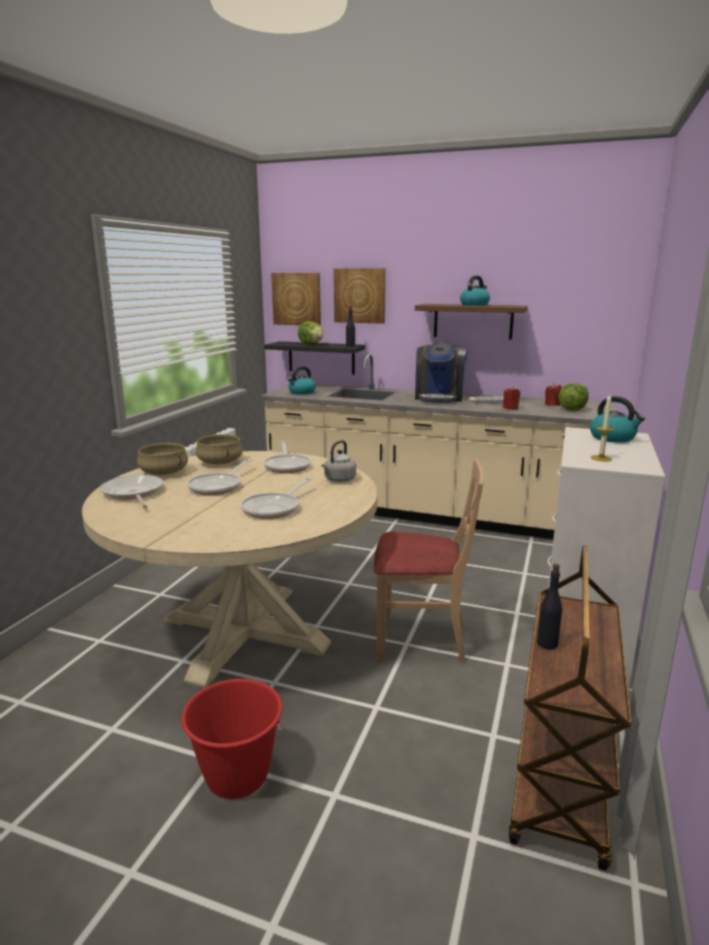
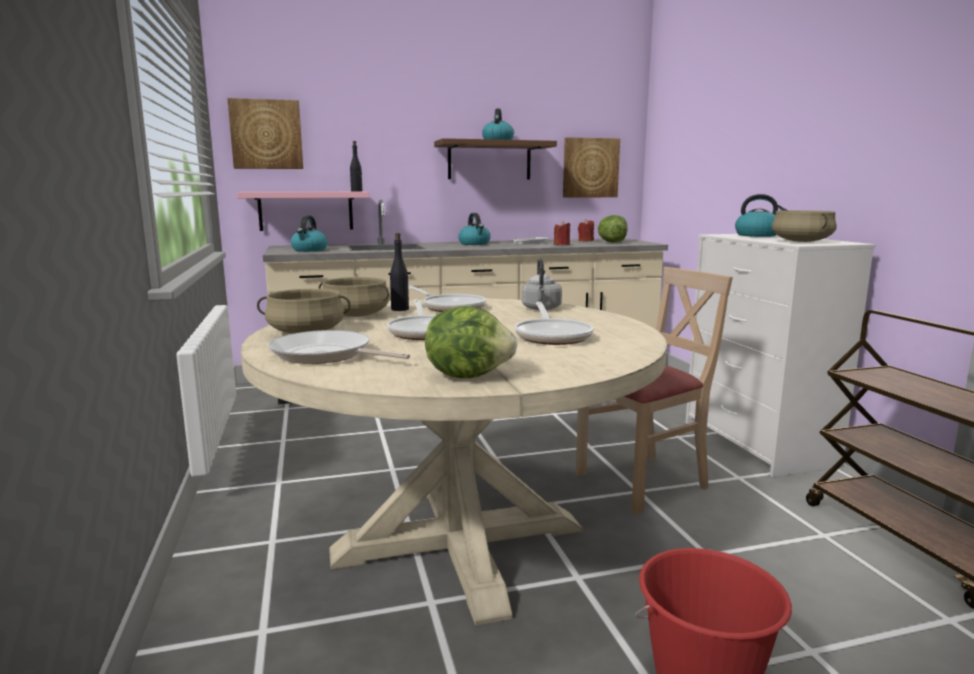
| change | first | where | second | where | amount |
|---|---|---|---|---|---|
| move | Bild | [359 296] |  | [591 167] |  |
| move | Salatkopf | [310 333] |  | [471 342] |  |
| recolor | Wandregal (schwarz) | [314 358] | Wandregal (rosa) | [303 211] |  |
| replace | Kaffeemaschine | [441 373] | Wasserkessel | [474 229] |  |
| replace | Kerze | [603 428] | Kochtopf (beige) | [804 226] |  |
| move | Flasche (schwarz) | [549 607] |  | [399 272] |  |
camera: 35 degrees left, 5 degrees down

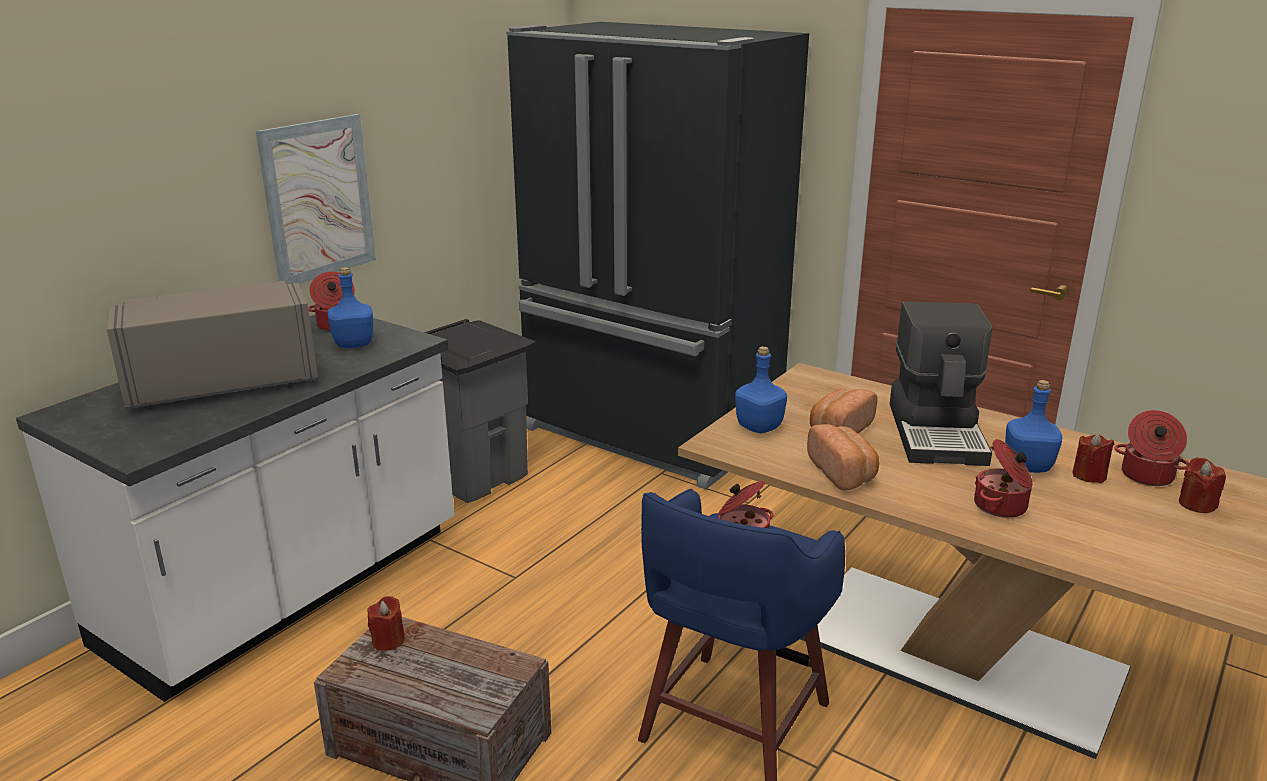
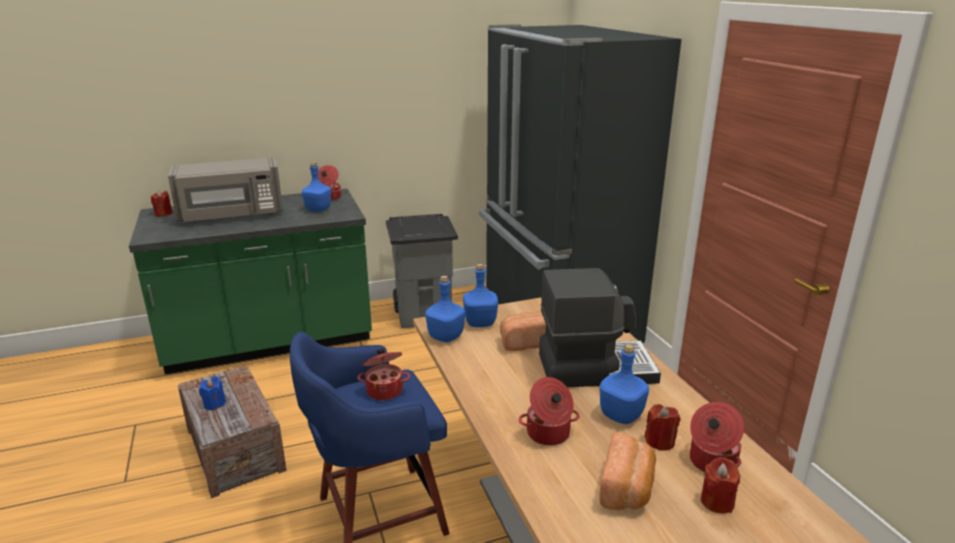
| change | first | where | second | where | amount |
|---|---|---|---|---|---|
| delete | Bild | [316 199] |  |  |  |
| rotate | Mikrowelle (grau) | [212 345] |  | [225 189] | 150 degrees clockwise |
| rotate | Kaffeemaschine | [941 383] |  | [600 327] | 135 degrees counterclockwise |
| recolor | Küchenzeile (weiß) | [235 508] | Küchenzeile (grün) | [250 282] |  |
| move | Brot | [843 457] |  | [627 471] |  |
| move | Kerze (rot) | [386 623] |  | [162 204] |  |
| insert |  |  | Flasche (blau) | [445 309] |  |
| insert |  |  | Kerze (blau) | [212 393] |  |
camera: 35 degrees right, 0 degrees up

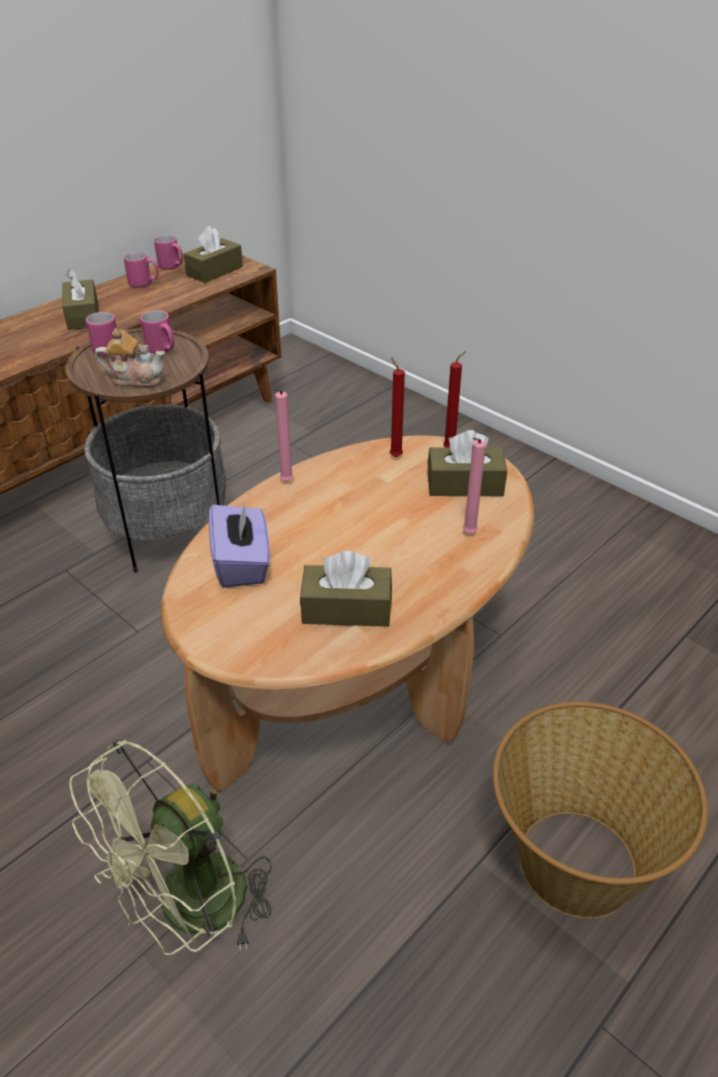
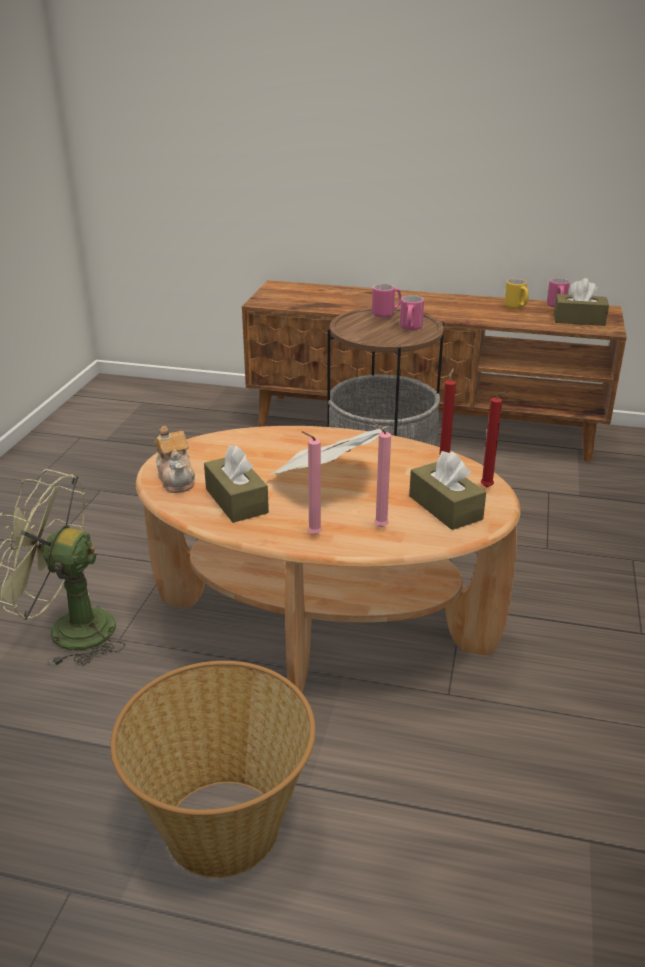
| change | first | where | second | where | amount |
|---|---|---|---|---|---|
| recolor | Henkelbecher (rosa) | [141 270] | Henkelbecher (gelb) | [516 294] |  |
| delete | Taschentuchbox (braun) | [80 299] |  |  |  |
| move | Teekanne | [130 357] |  | [174 459] |  |
| move | Kerze (rosa) | [284 435] |  | [312 483] |  |
| delete | Taschentuchbox (lila) | [239 544] |  |  |  |
| insert |  |  | Zeitung | [328 450] |  |
camera: 60 degrees right, 10 degrees down

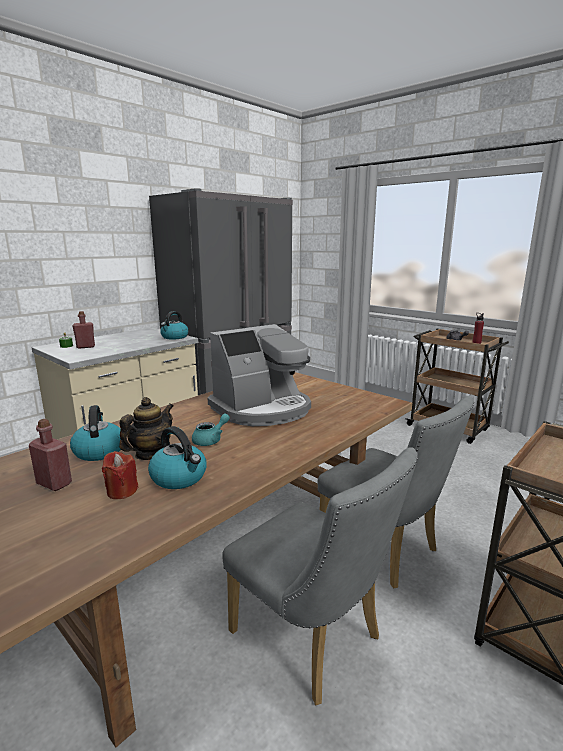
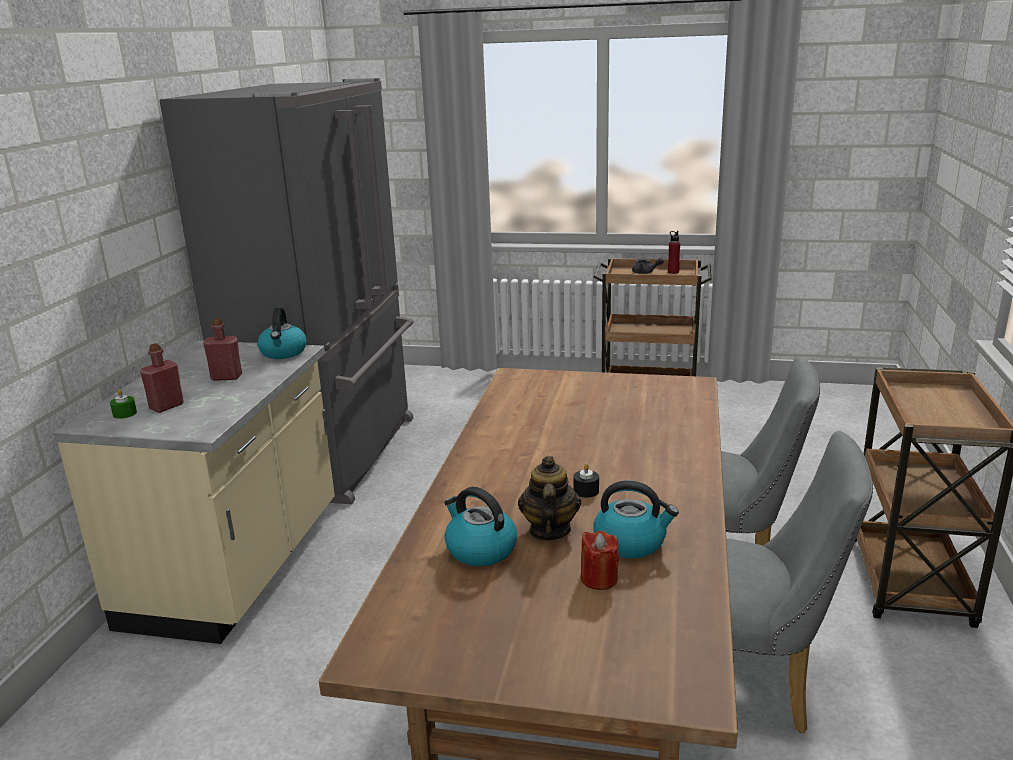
| change | first | where | second | where | amount |
|---|---|---|---|---|---|
| delete | Kaffeemaschine | [259 375] |  |  |  |
| replace | Teekanne (türkis) | [211 430] | Kerze (schwarz) | [586 481] |  |
| move | Flasche (rot) | [50 455] |  | [222 349] |  |
camera: 30 degrees left, 5 degrees up

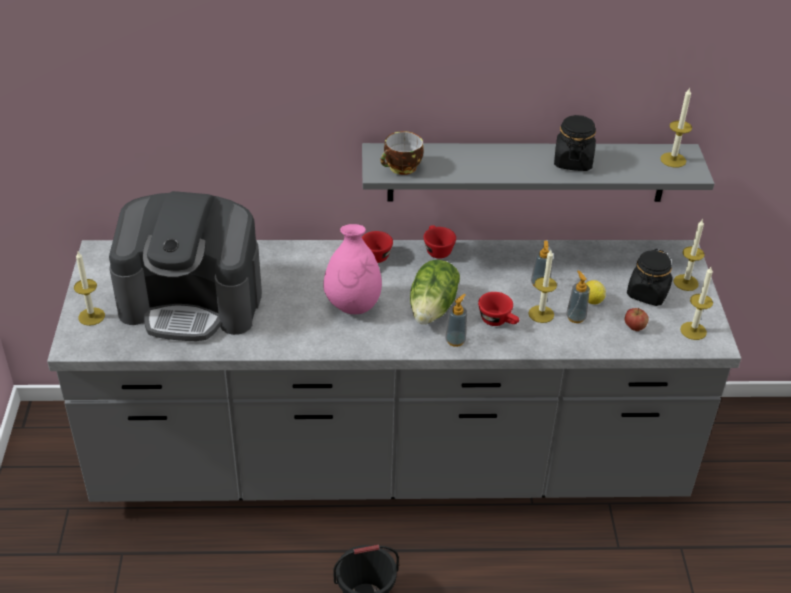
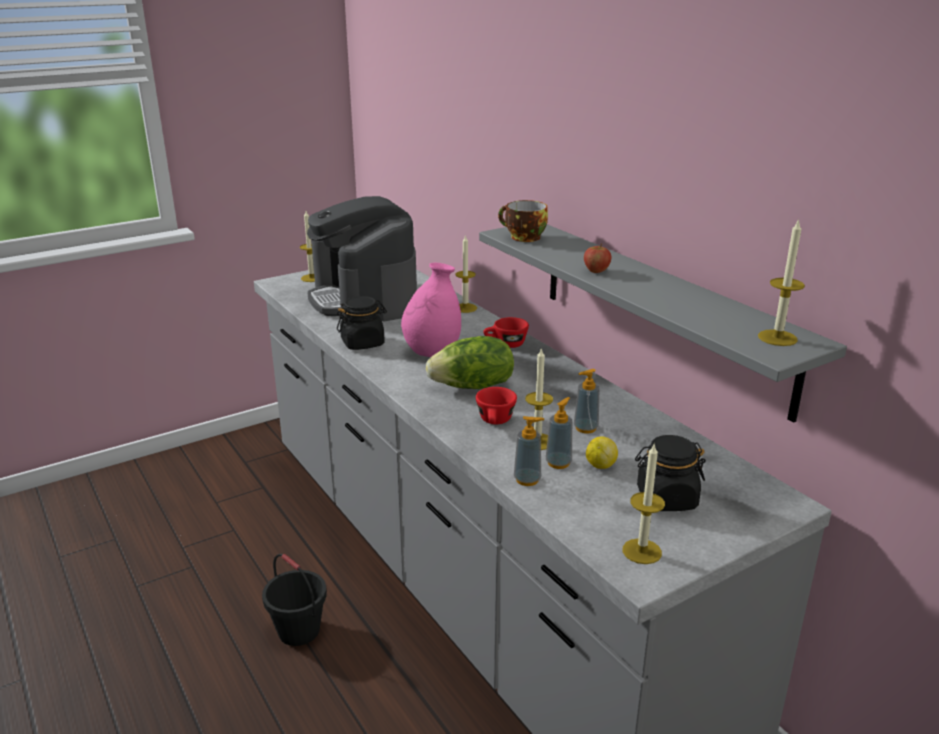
| change | first | where | second | where | amount |
|---|---|---|---|---|---|
| move | Vorratsglas (schwarz) | [575 143] |  | [362 323] |  |
| move | Kerze | [689 254] |  | [466 274] |  |
| delete | Tasse (rot) | [440 242] |  |  |  |
| move | Seifenspender | [456 320] |  | [529 451] |  |
| move | Apfel | [637 319] |  | [597 258] |  |
camera: 60 degrees right, 15 degrees down

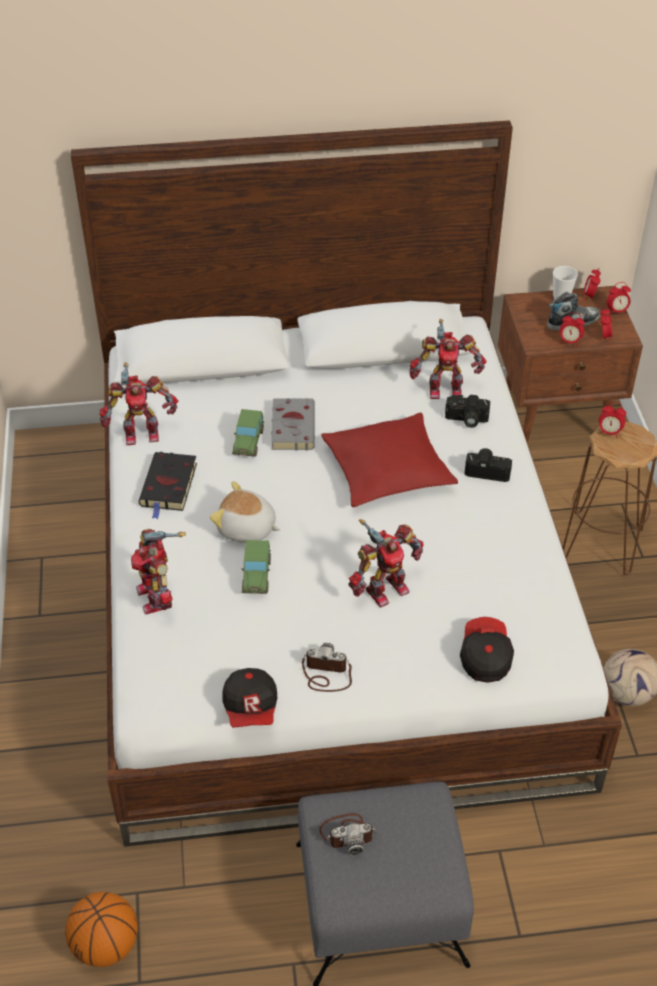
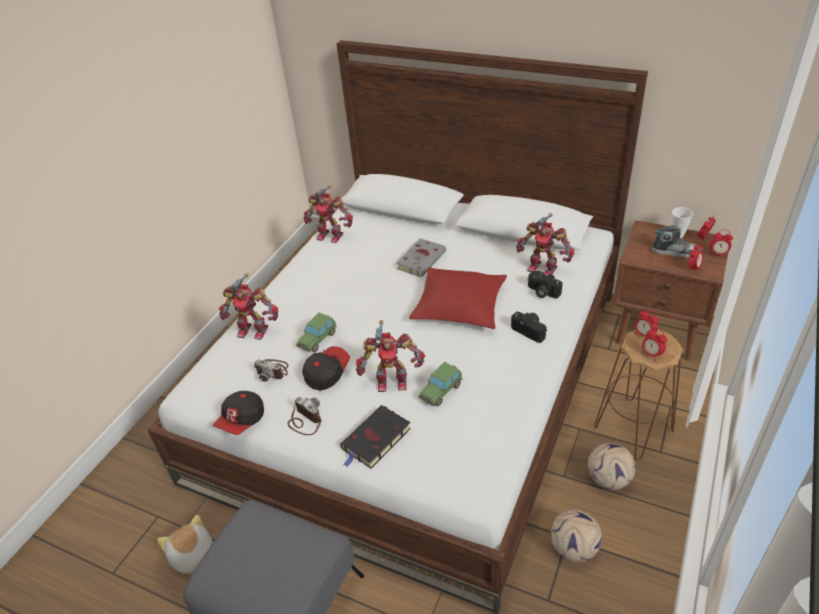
| change | first | where | second | where | amount |
|---|---|---|---|---|---|
| move | Wecker | [572 329] |  | [654 344] |  |
| move | Spielzeugauto | [248 432] |  | [440 384] |  |
| move | Buch (schwarz) | [168 485] |  | [375 436] |  |
| move | Plüschtier | [245 512] |  | [185 544] |  |
| rotate | Spielzeugroboter | [158 571] |  | [248 306] | 90 degrees counterclockwise |
| move | Kappe | [487 650] |  | [326 368] |  |
| move | Kamera | [348 834] |  | [271 370] |  |
| delete | Basketball | [101 929] |  |  |  |
| insert |  |  | Fußball | [611 466] |  |
camera: 35 degrees right, 5 degrees down

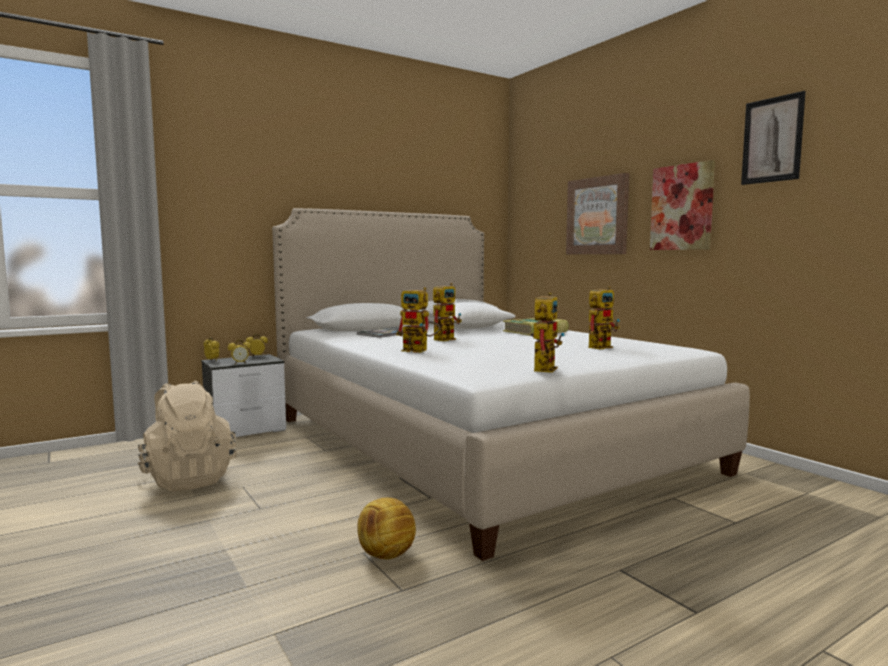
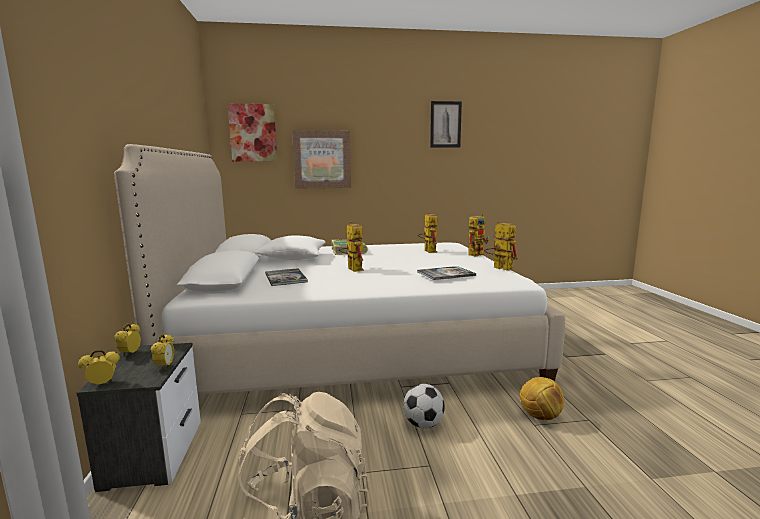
| change | first | where | second | where | amount |
|---|---|---|---|---|---|
| move | Bild | [682 205] |  | [252 133] |  |
| move | Spielzeugroboter | [418 320] |  | [478 235] |  |
| insert |  |  | Buch | [446 273] |  |
| insert |  |  | Fußball | [424 406] |  |
camera: 65 degrees left, 5 degrees up

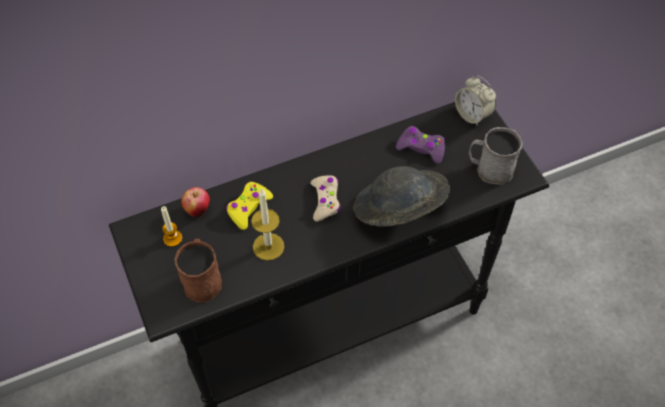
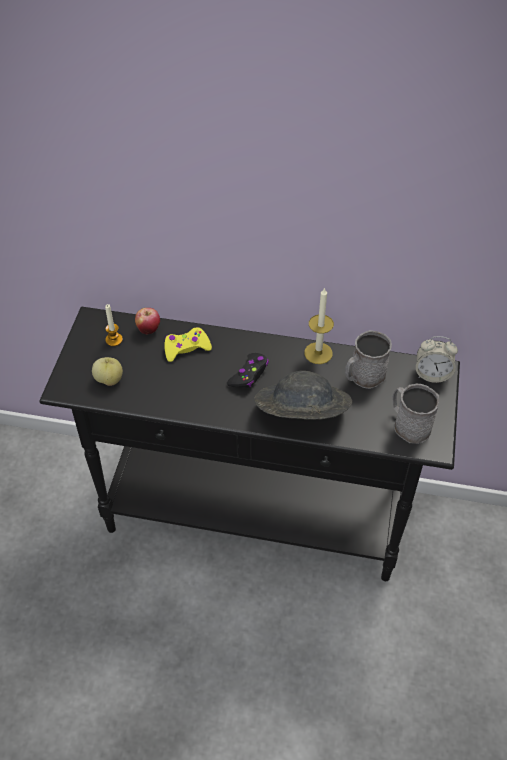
| change | first | where | second | where | amount |
|---|---|---|---|---|---|
| rotate | Wecker | [475 101] |  | [437 359] | 75 degrees counterclockwise |
| replace | Gamepad (lila) | [420 145] | Henkelbecher (grau) | [368 359] |  |
| recolor | Gamepad (beige) | [325 198] | Gamepad (schwarz) | [248 370] |  |
| move | Kerze | [267 224] |  | [319 325] |  |
| replace | Henkelbecher (braun) | [198 270] | Apfel | [107 371] |  |
camera: 35 degrees right, 5 degrees down

